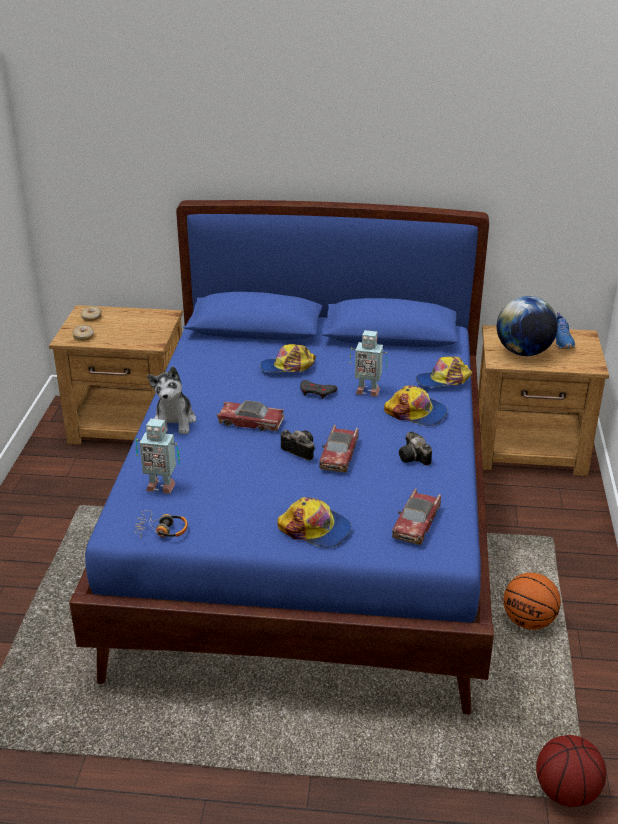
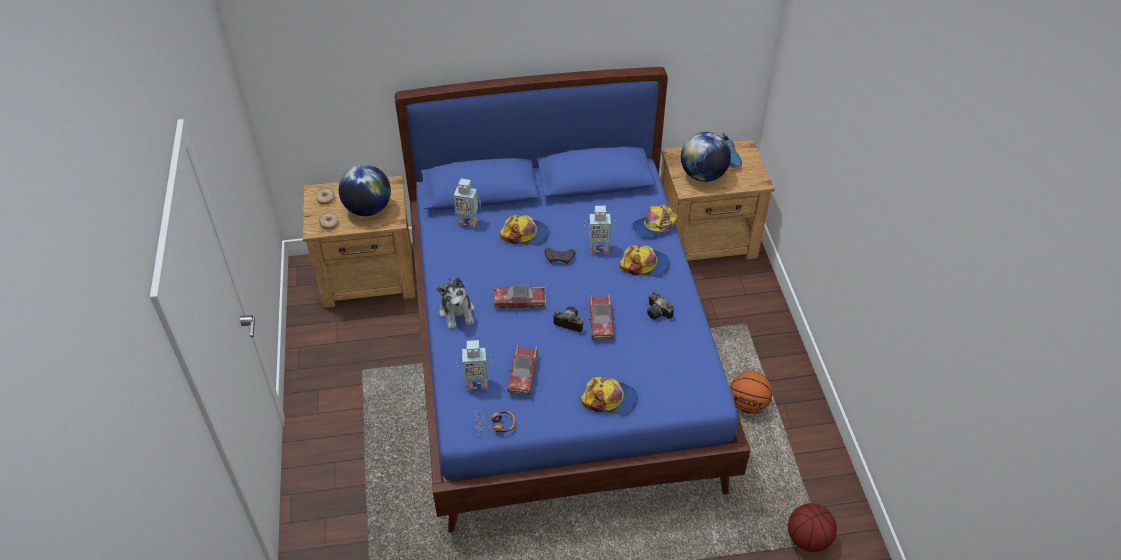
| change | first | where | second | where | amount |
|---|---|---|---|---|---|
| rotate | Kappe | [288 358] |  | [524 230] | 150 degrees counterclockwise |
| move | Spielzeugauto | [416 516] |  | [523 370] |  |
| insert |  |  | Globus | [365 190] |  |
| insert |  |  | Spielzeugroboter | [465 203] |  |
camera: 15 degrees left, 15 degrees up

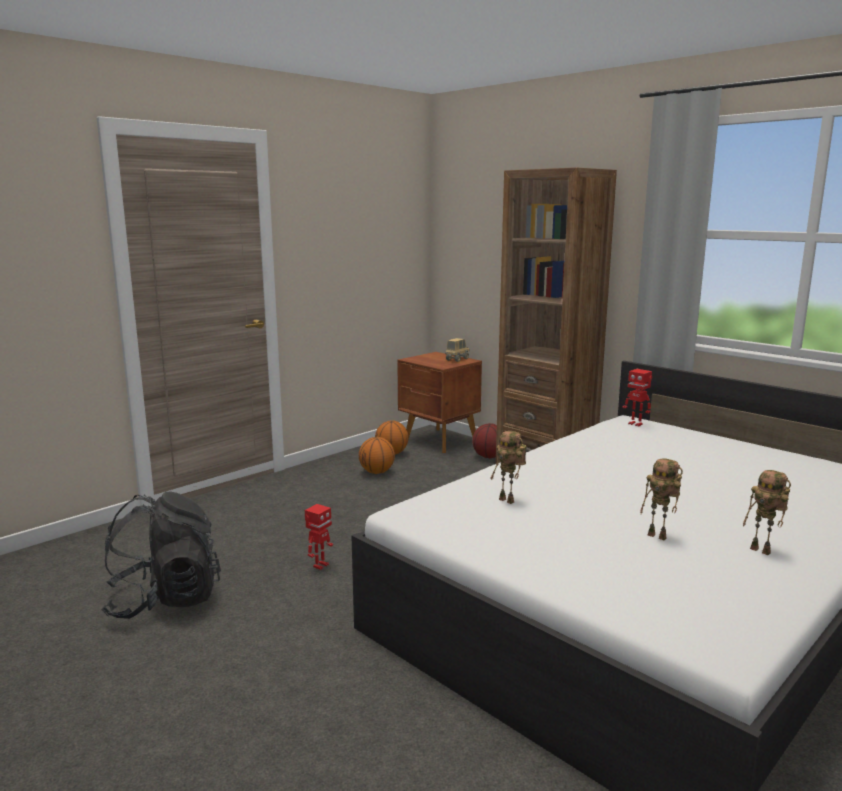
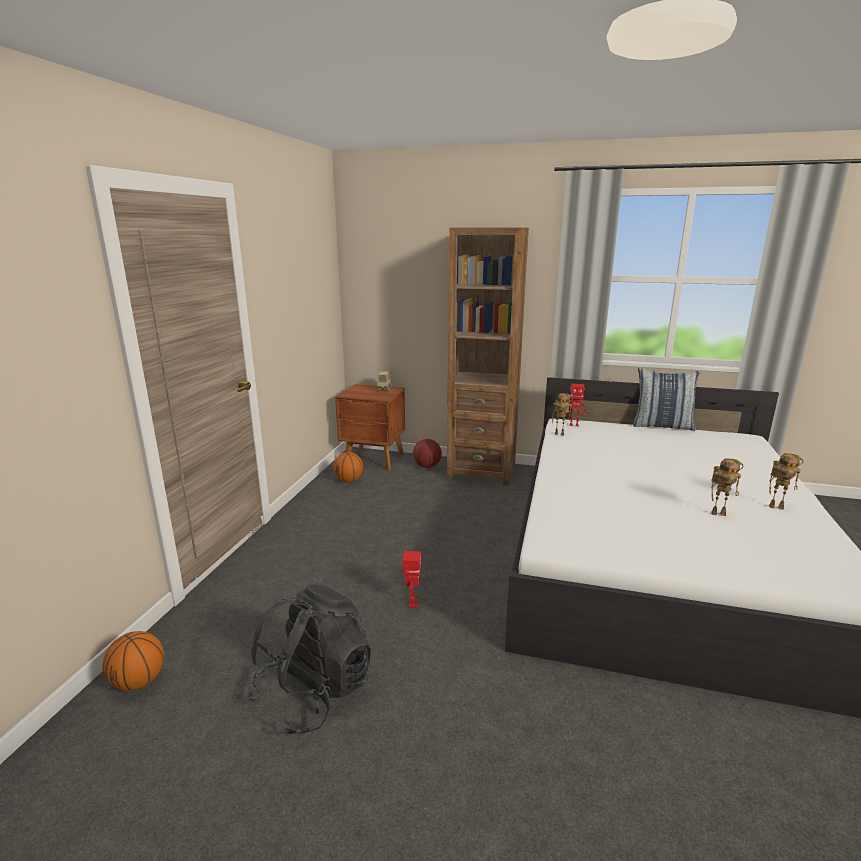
| change | first | where | second | where | amount |
|---|---|---|---|---|---|
| move | Spielzeugroboter | [508 467] |  | [562 414] |  |
| move | Basketball | [377 455] |  | [133 661] |  |
| insert |  |  | Kissen | [666 399] |  |
camera: 30 degrees left, 5 degrees up

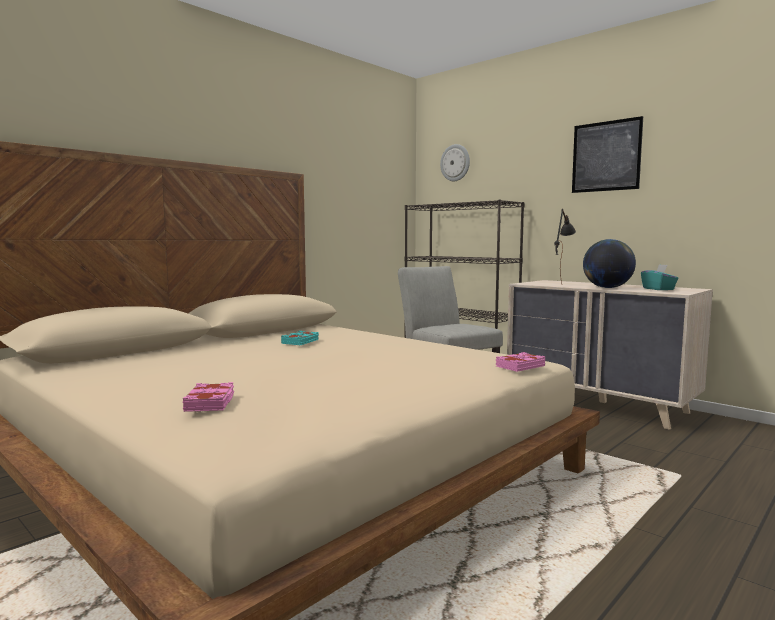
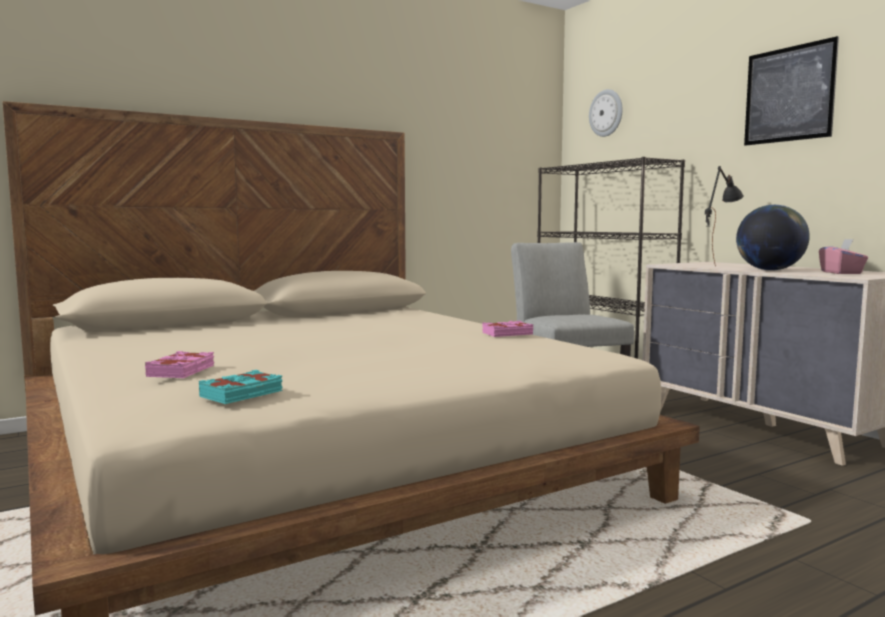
| change | first | where | second | where | amount |
|---|---|---|---|---|---|
| recolor | Taschentuchbox (türkis) | [660 277] | Taschentuchbox (rosa) | [843 256] |  |
| move | Buch (türkis) | [300 338] |  | [240 387] |  |
| move | Buch (rosa) | [520 362] |  | [507 329] |  |
camera: 15 degrees right, 0 degrees up

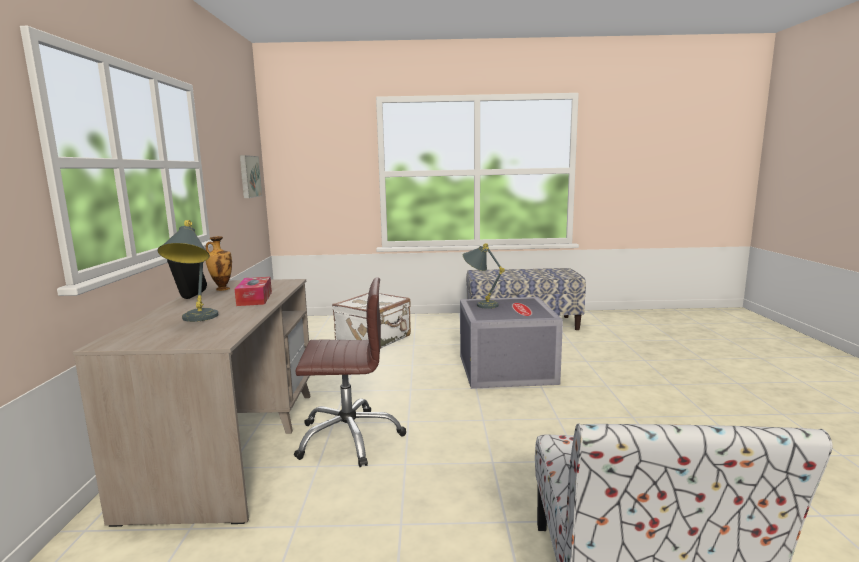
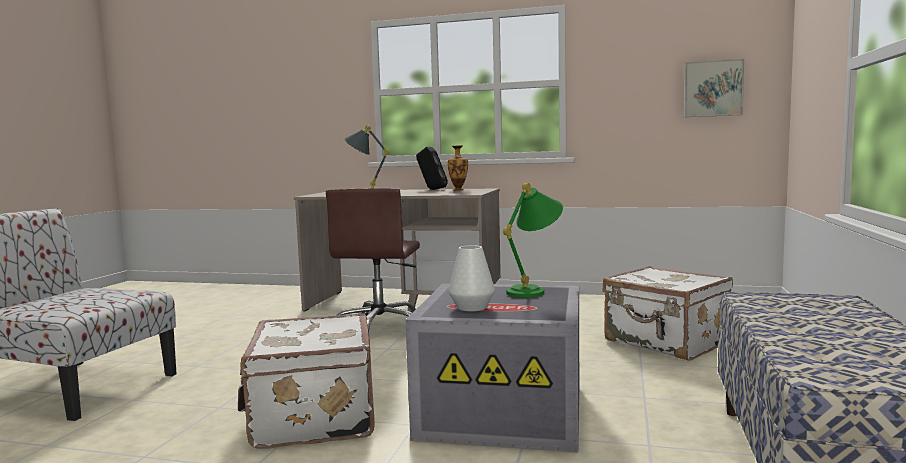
| change | first | where | second | where | amount |
|---|---|---|---|---|---|
| recolor | Tischlampe (grau) | [484 276] | Tischlampe (grün) | [532 240] |  |
| delete | Taschentuchbox | [253 291] |  |  |  |
| insert |  |  | Vase (weiß) | [471 278] |  |
| insert |  |  | Koffer (weiß) | [306 381] |  |
camera: 105 degrees right, 5 degrees down

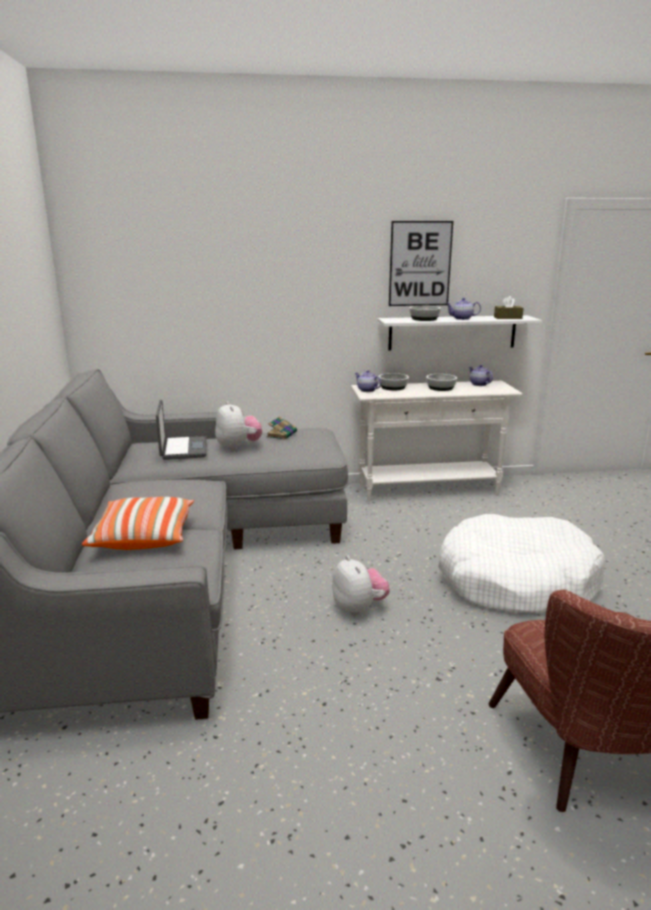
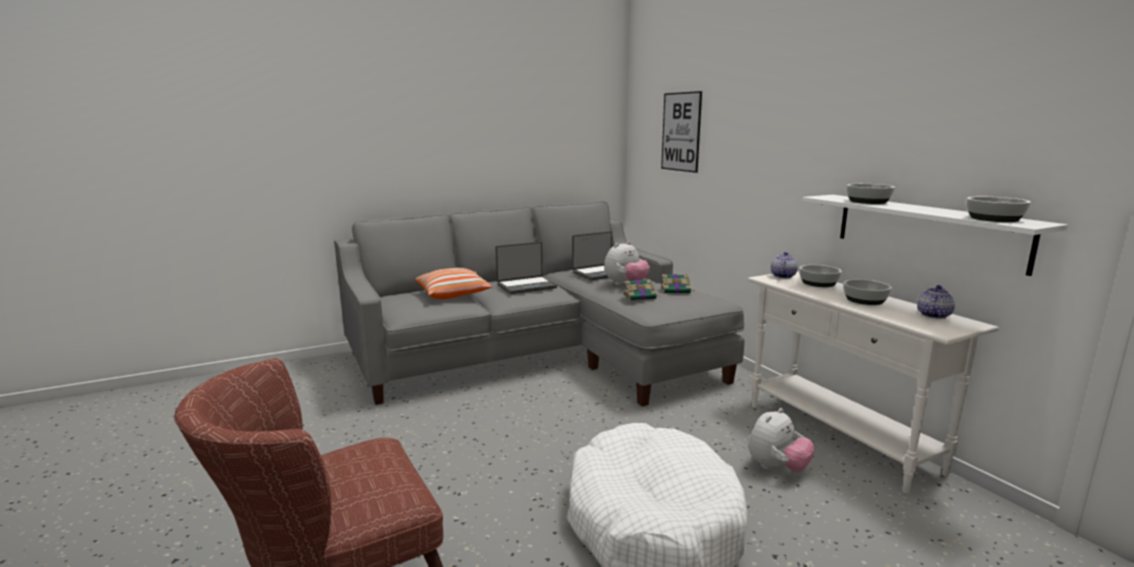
| change | first | where | second | where | amount |
|---|---|---|---|---|---|
| move | Bild | [421 263] |  | [681 132] |  |
| replace | Taschentuchbox (braun) | [509 307] | Schüssel | [998 209] |  |
| delete | Teekanne | [463 309] |  |  |  |
| move | Plüschtier | [361 585] |  | [781 440] |  |
| insert |  |  | Laptop | [526 268] |  |
| insert |  |  | Buch | [641 290] |  |
camera: 70 degrees right, 5 degrees down

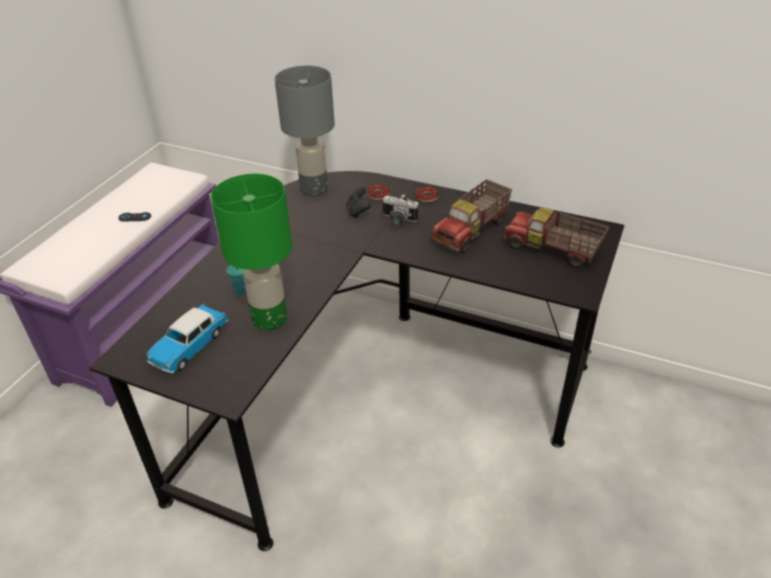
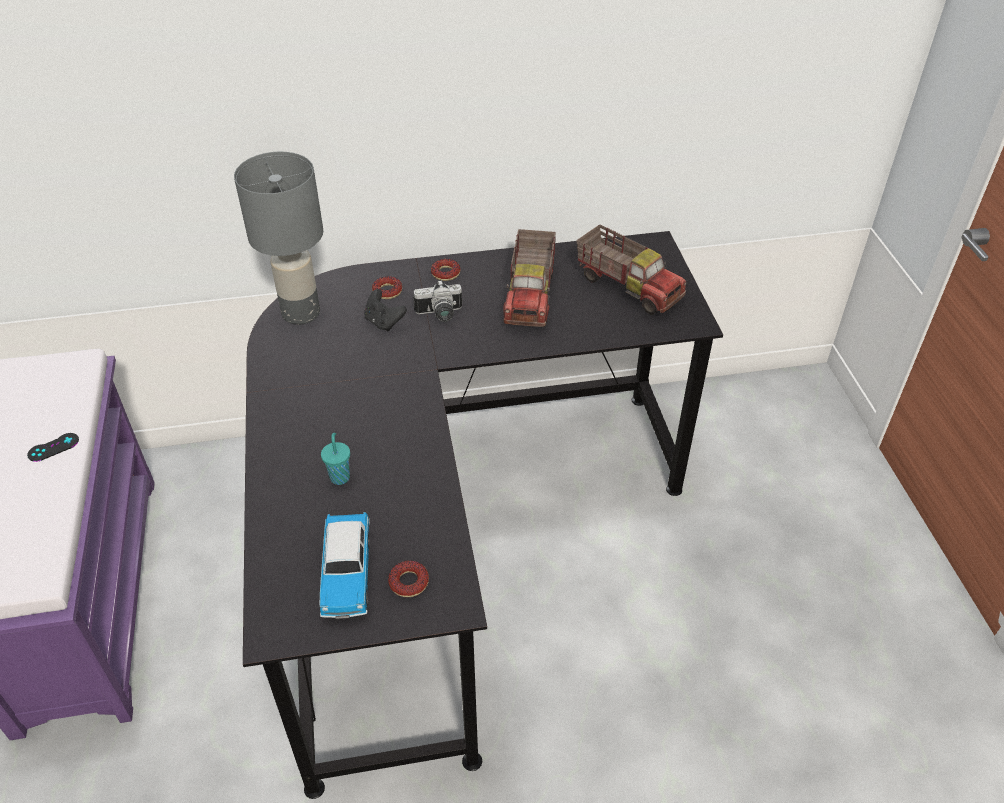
| change | first | where | second | where | amount |
|---|---|---|---|---|---|
| delete | Tischlampe (grün) | [251 252] |  |  |  |
| rotate | Spielzeuglaster | [556 237] |  | [632 269] | 135 degrees counterclockwise |
| insert |  |  | Donut | [408 578] |  |
camera: 35 degrees left, 5 degrees up

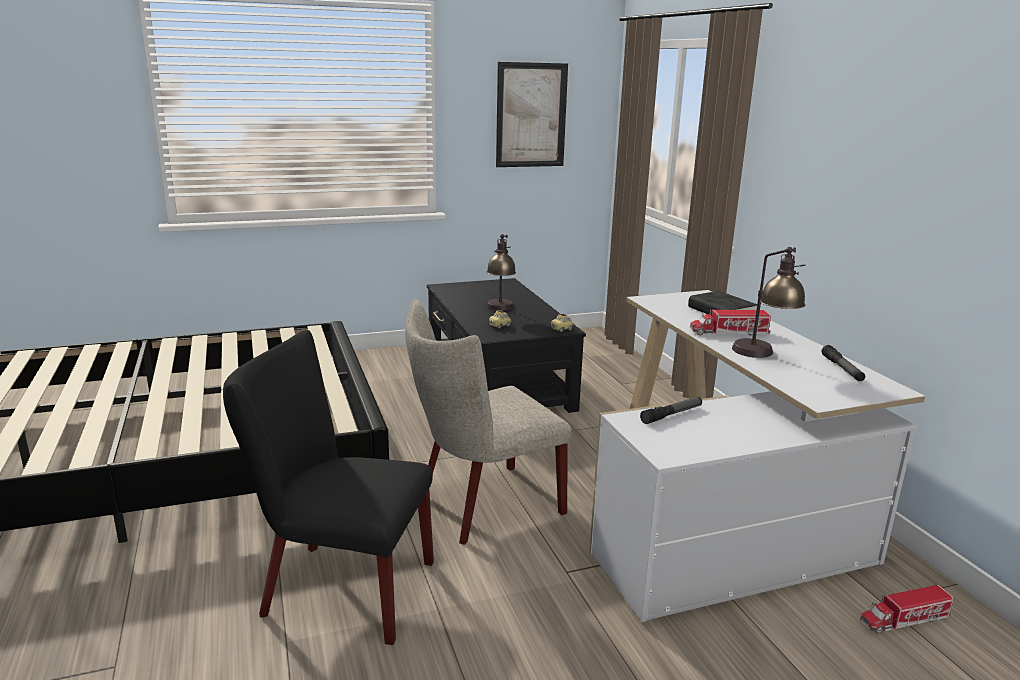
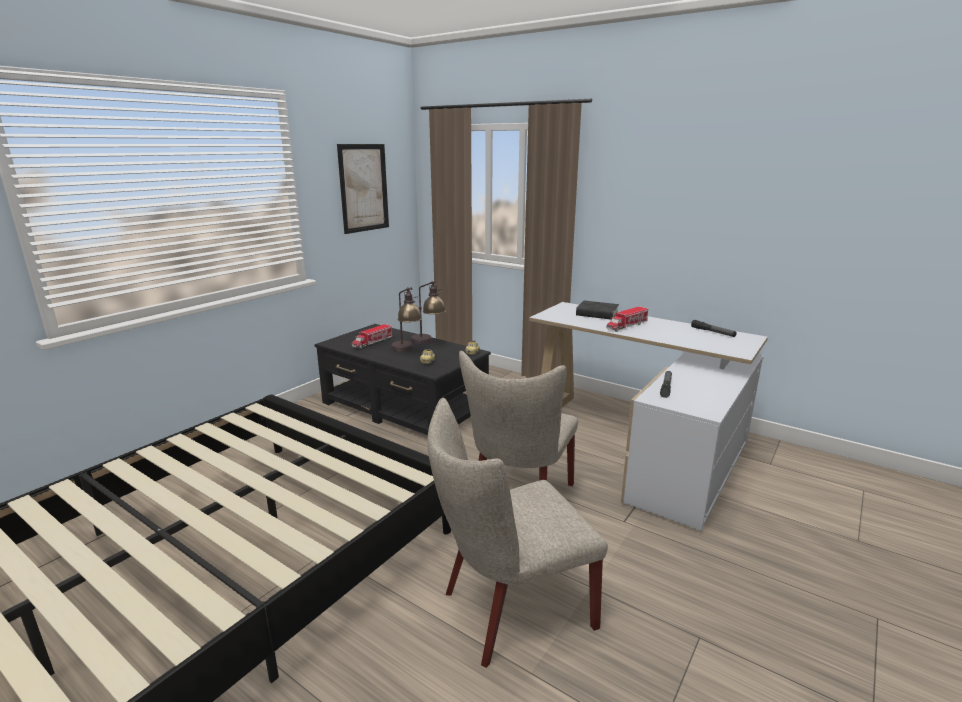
| change | first | where | second | where | amount |
|---|---|---|---|---|---|
| move | Tischlampe | [769 302] |  | [428 312] |  |
| recolor | Stuhl (schwarz) | [328 487] | Stuhl (beige) | [517 533] |  |
| move | Spielzeuglaster | [907 609] |  | [372 336] |  |
camera: 35 degrees left, 0 degrees up

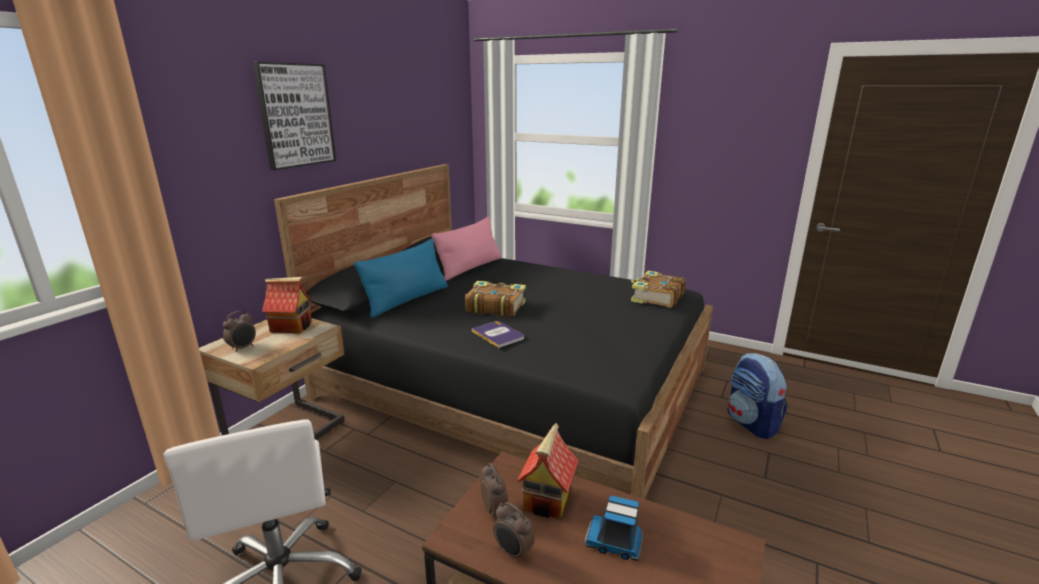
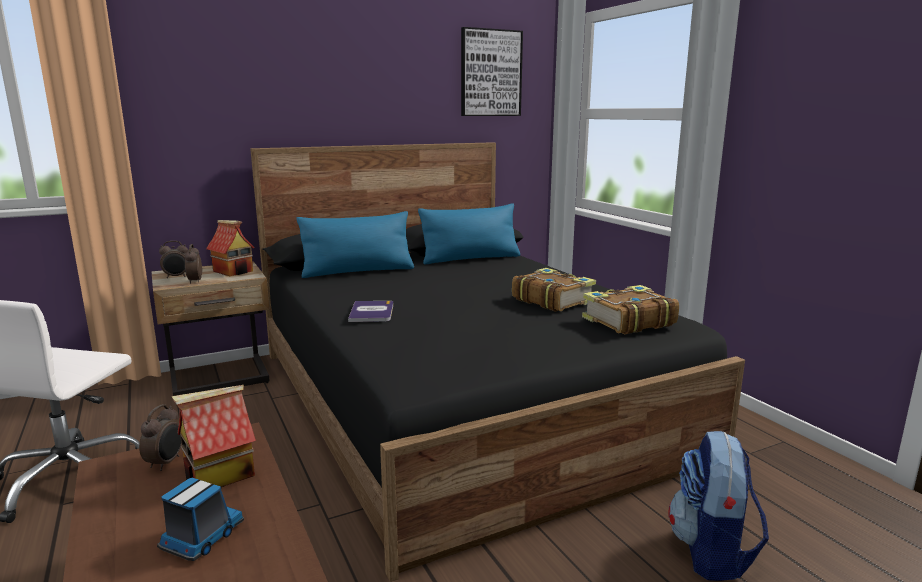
| change | first | where | second | where | amount |
|---|---|---|---|---|---|
| move | Bild | [294 116] |  | [492 71] |  |
| recolor | Kissen (rosa) | [466 249] | Kissen (blau) | [469 233] |  |
| move | Buch | [495 299] |  | [554 290] |  |
| rotate | Spielzeuglaster | [614 528] |  | [200 519] | 60 degrees clockwise |
| move | Wecker | [514 532] |  | [193 264] |  |
camera: 35 degrees right, 5 degrees down

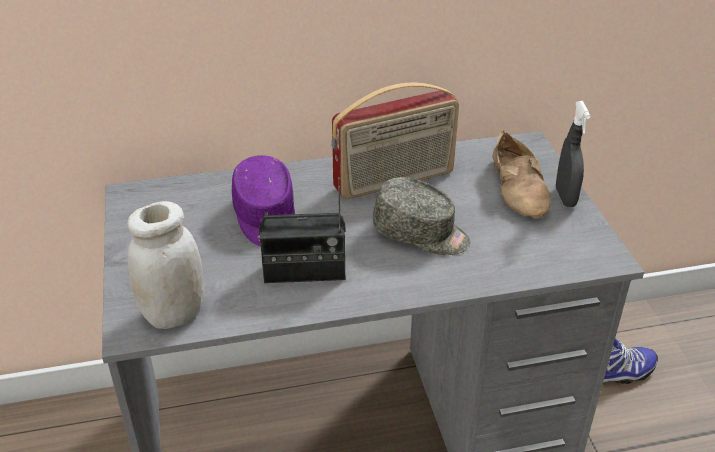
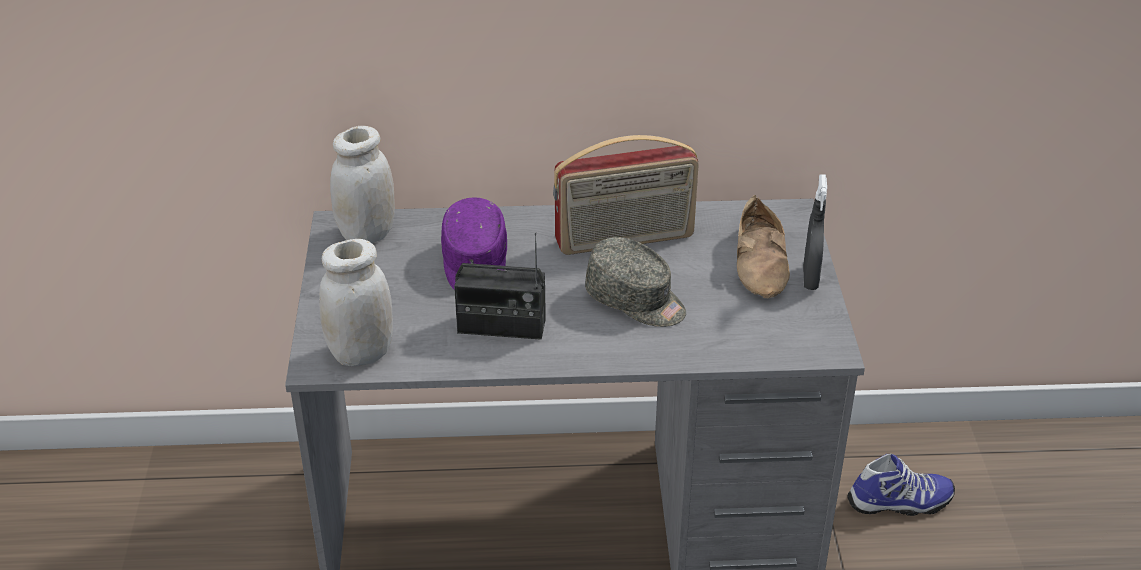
| change | first | where | second | where | amount |
|---|---|---|---|---|---|
| insert |  |  | Vorratsglas (weiß) | [362 184] |  |
camera: 10 degrees right, 0 degrees up

